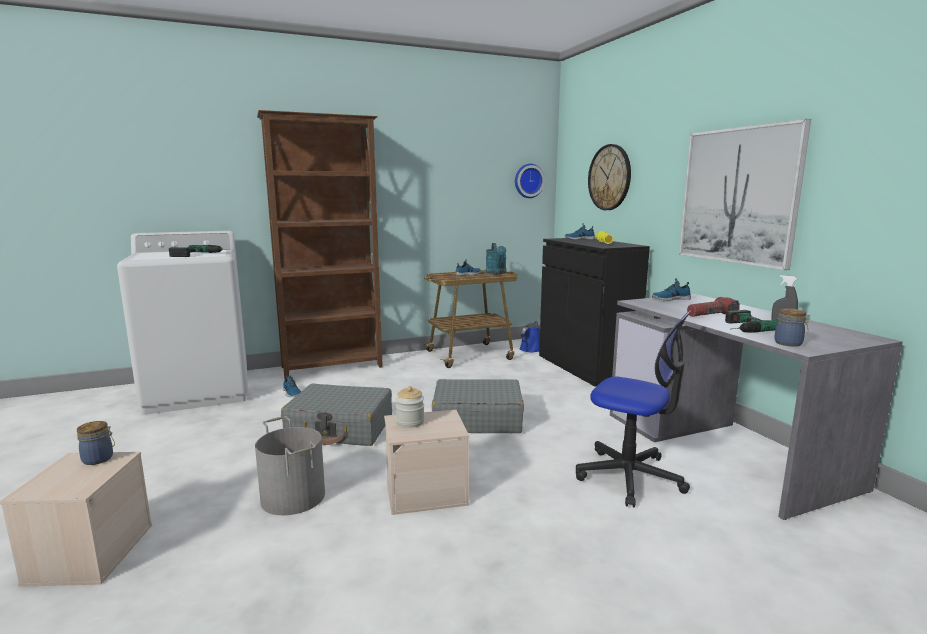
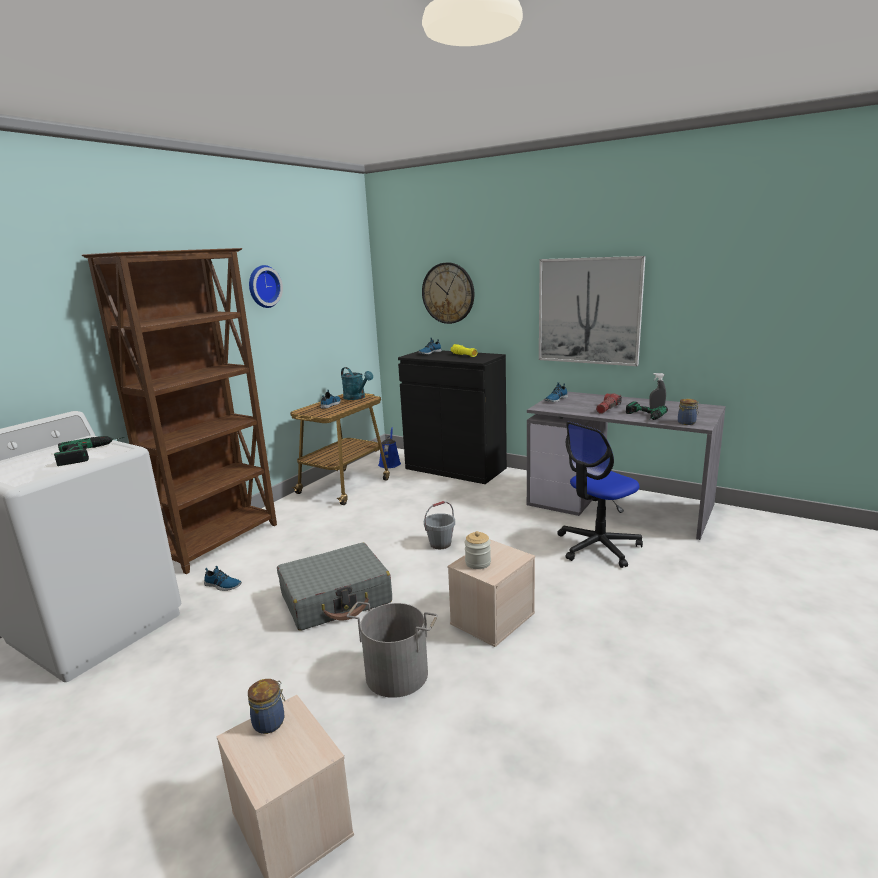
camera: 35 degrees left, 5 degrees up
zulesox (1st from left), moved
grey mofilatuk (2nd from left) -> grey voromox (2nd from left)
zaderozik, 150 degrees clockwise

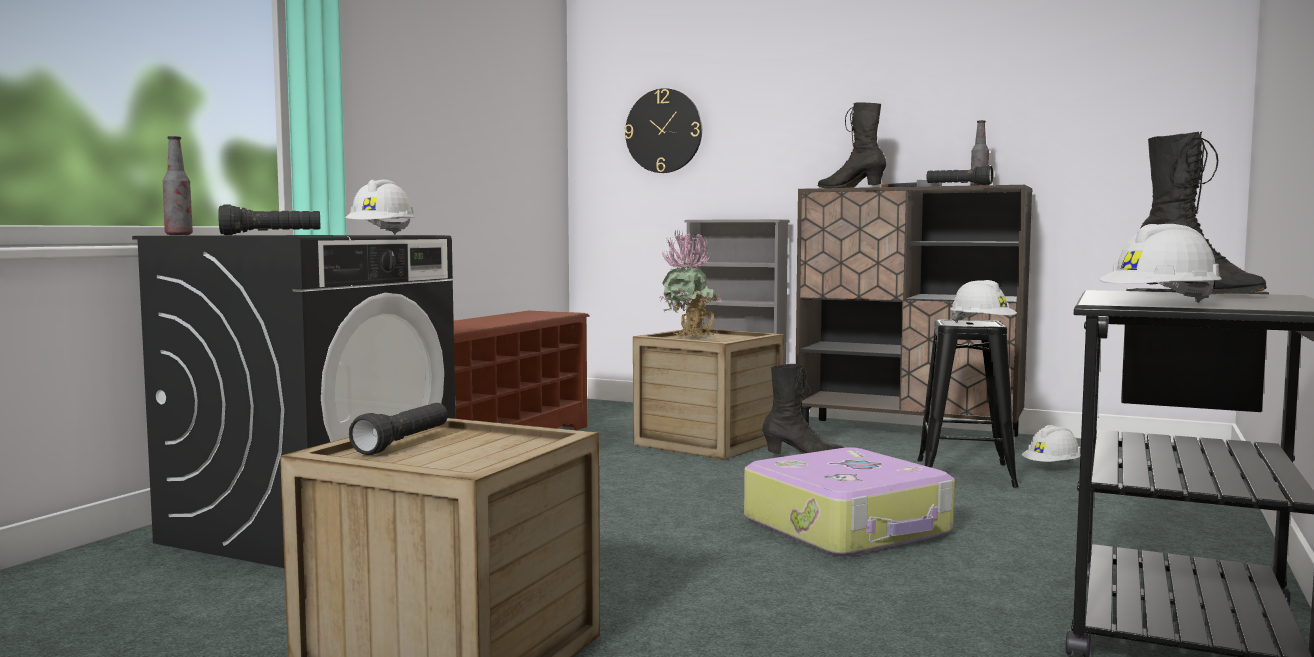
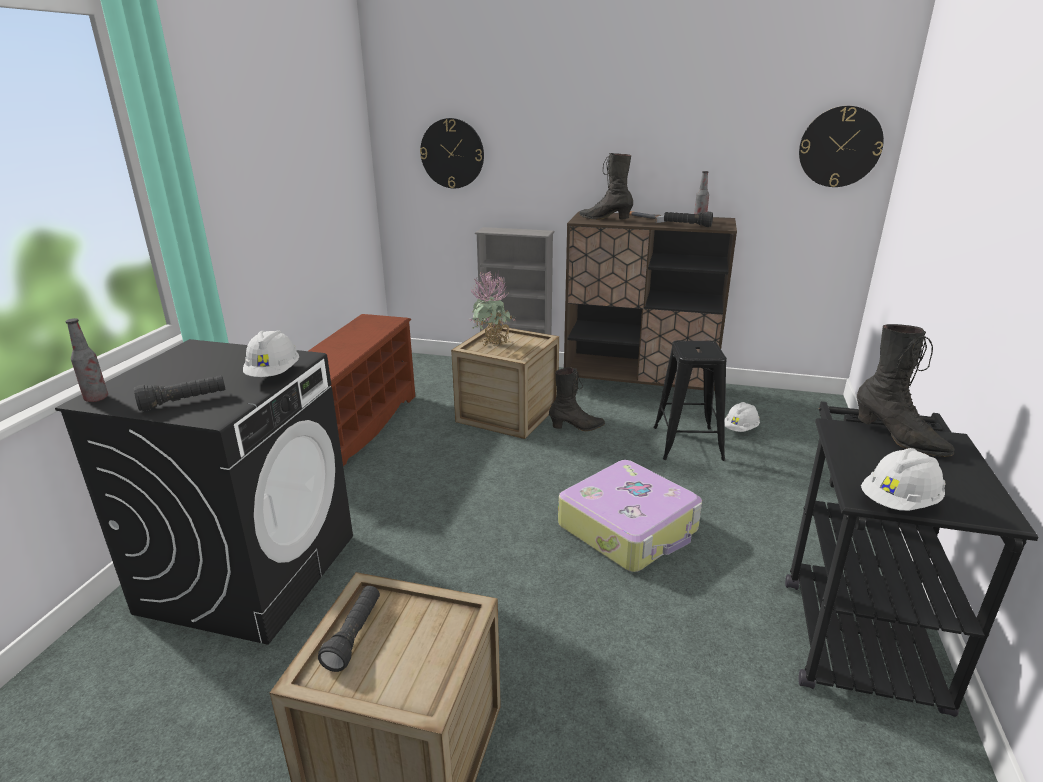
camera: 10 degrees left, 20 degrees up
none -> zulesox (2nd from left)
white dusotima (2nd from left) -> none

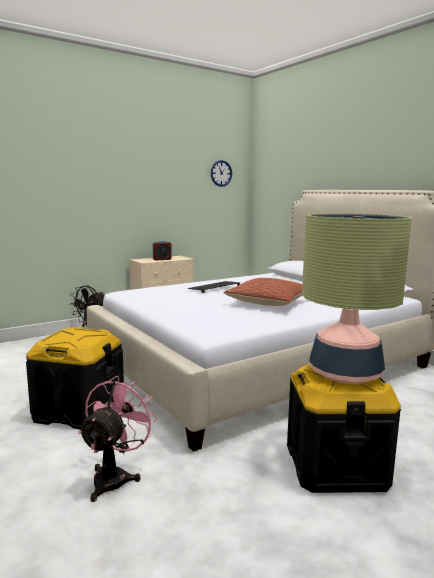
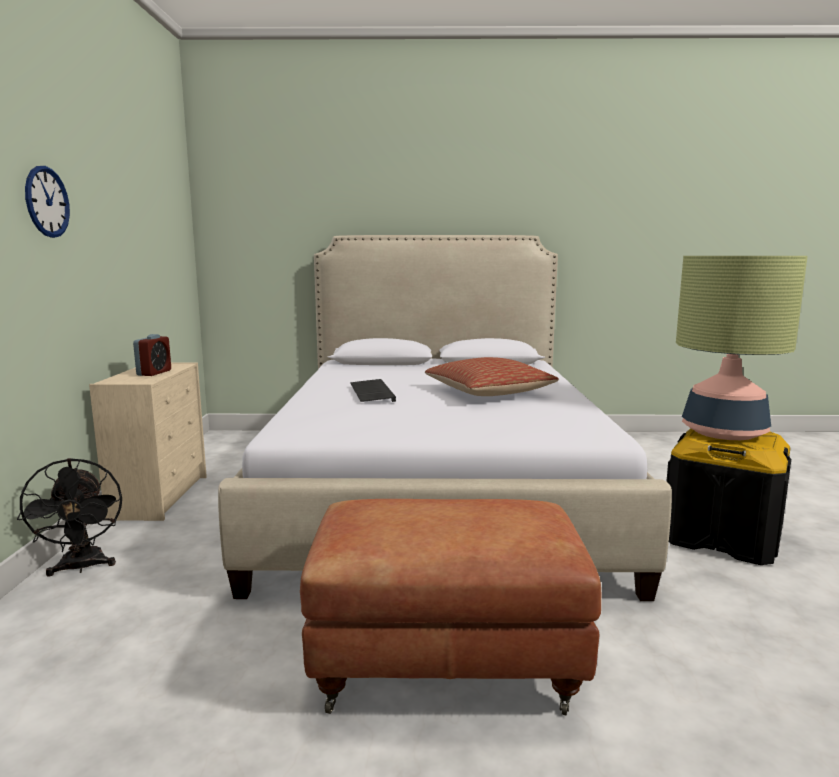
camera: 55 degrees left, 0 degrees up
zulesox, moved
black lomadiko (1st from left) -> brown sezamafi
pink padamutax -> none

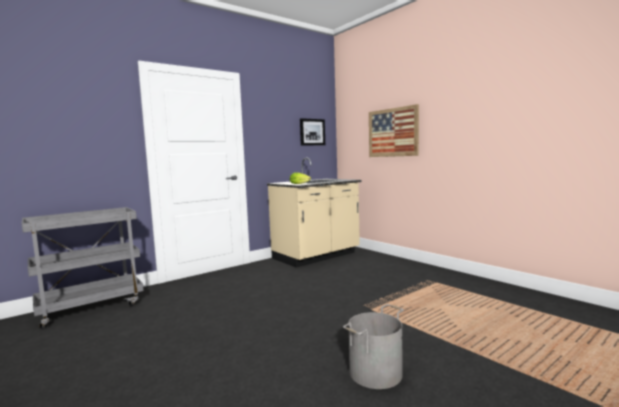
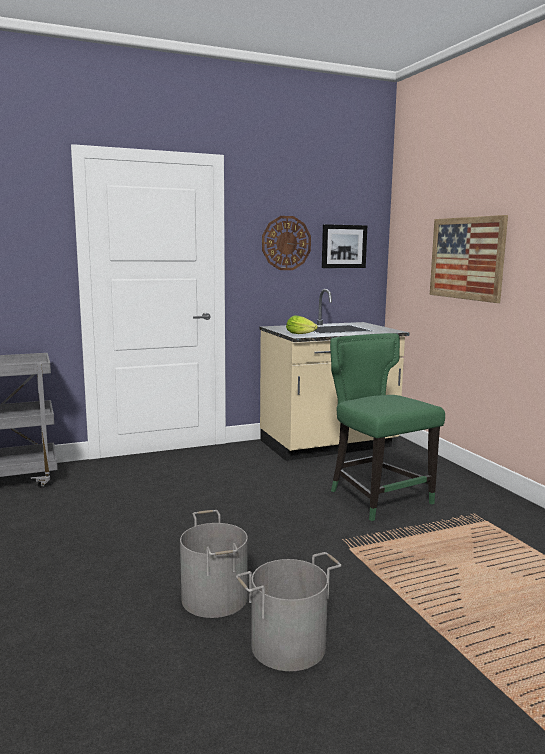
camera: 15 degrees right, 5 degrees up
none -> grey voromox (1st from left)
none -> zulesox
none -> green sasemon

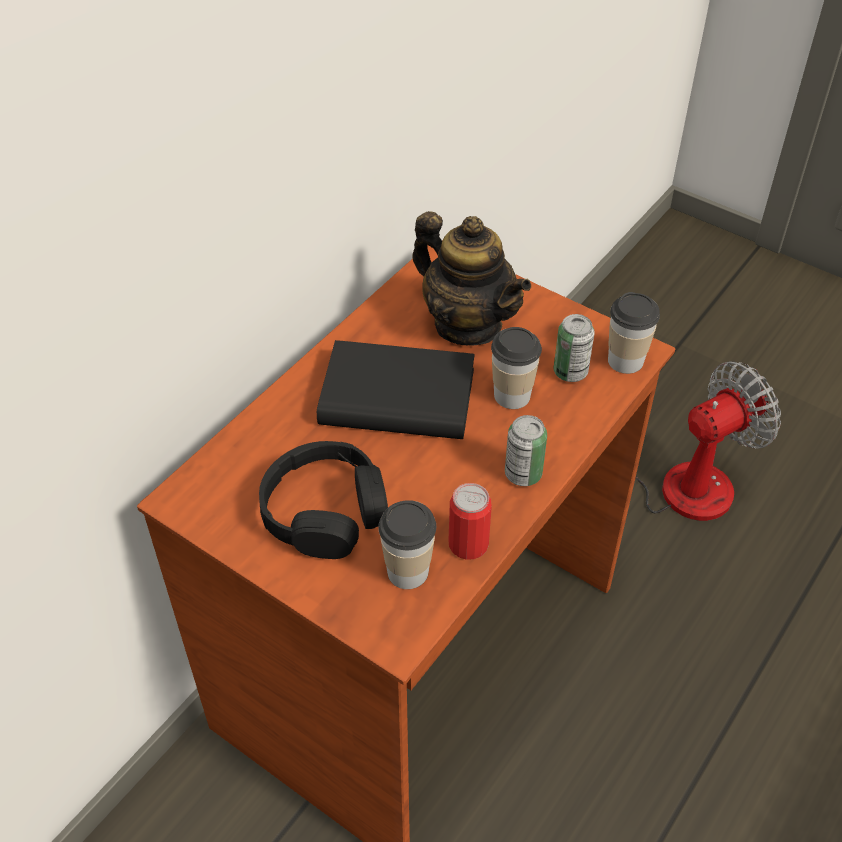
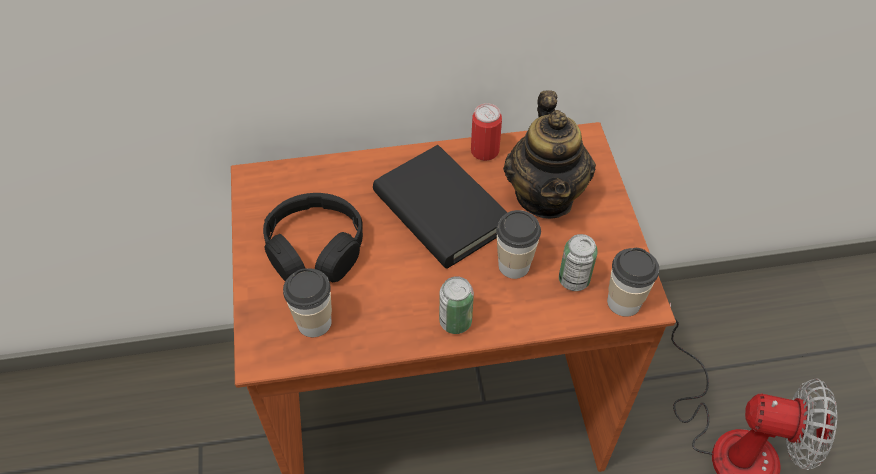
camera: 45 degrees right, 5 degrees up
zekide (1st from left in the first image) -> zekide (2nd from left), moved

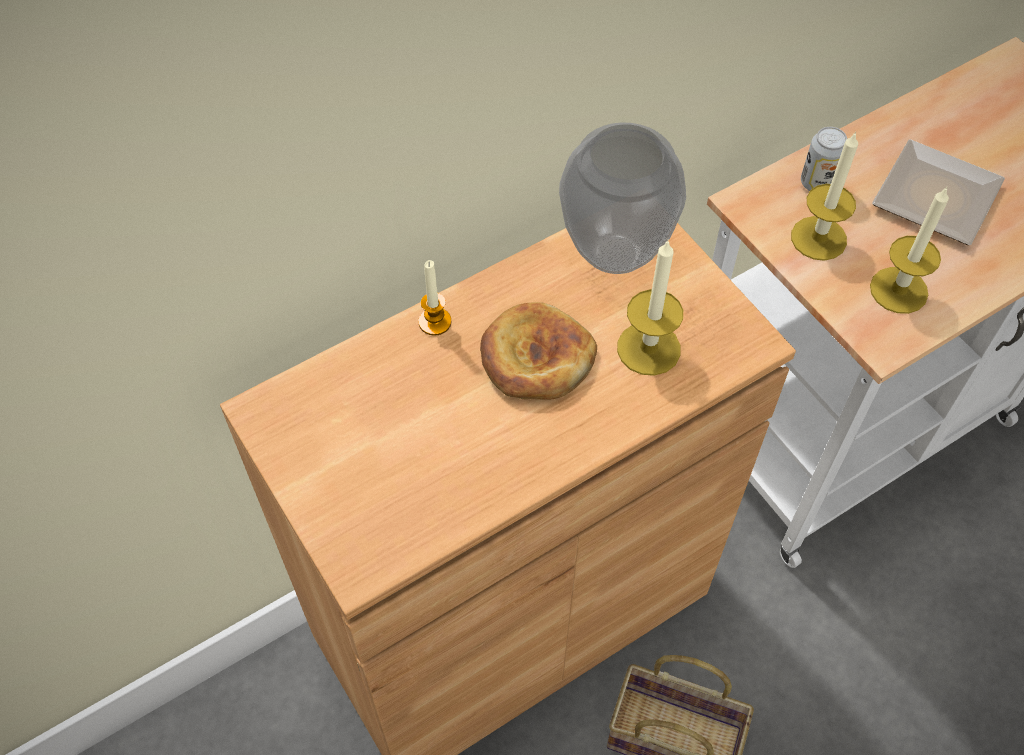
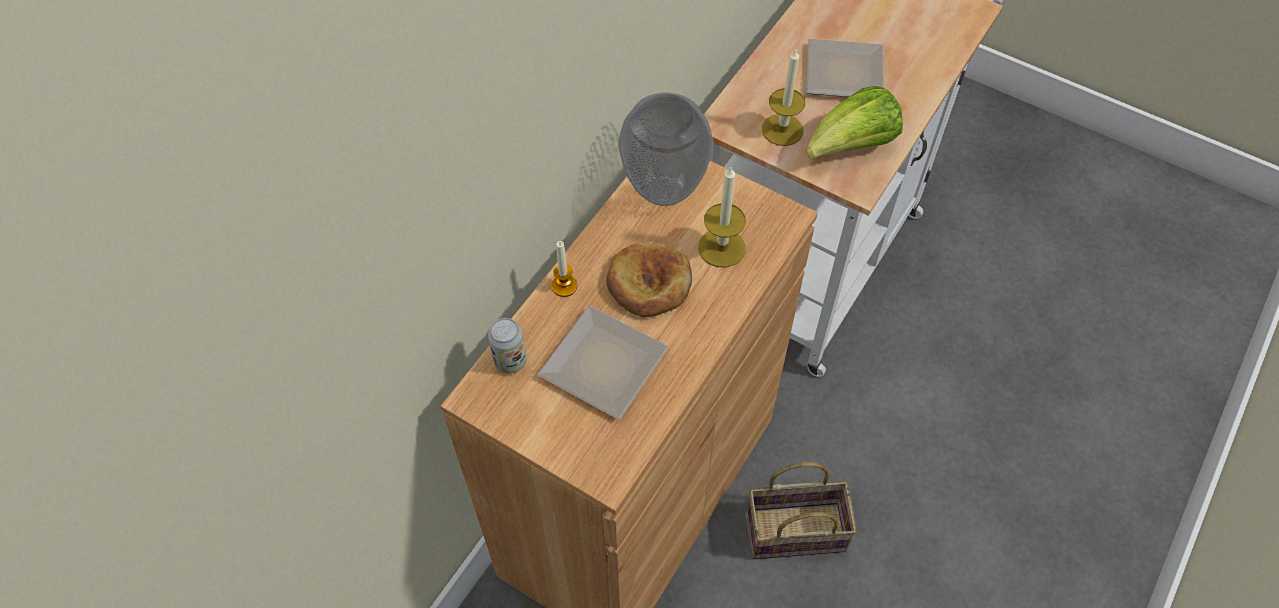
camera: 25 degrees left, 0 degrees up
zekide, moved
none -> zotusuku (1st from left)
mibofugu (4th from left) -> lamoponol

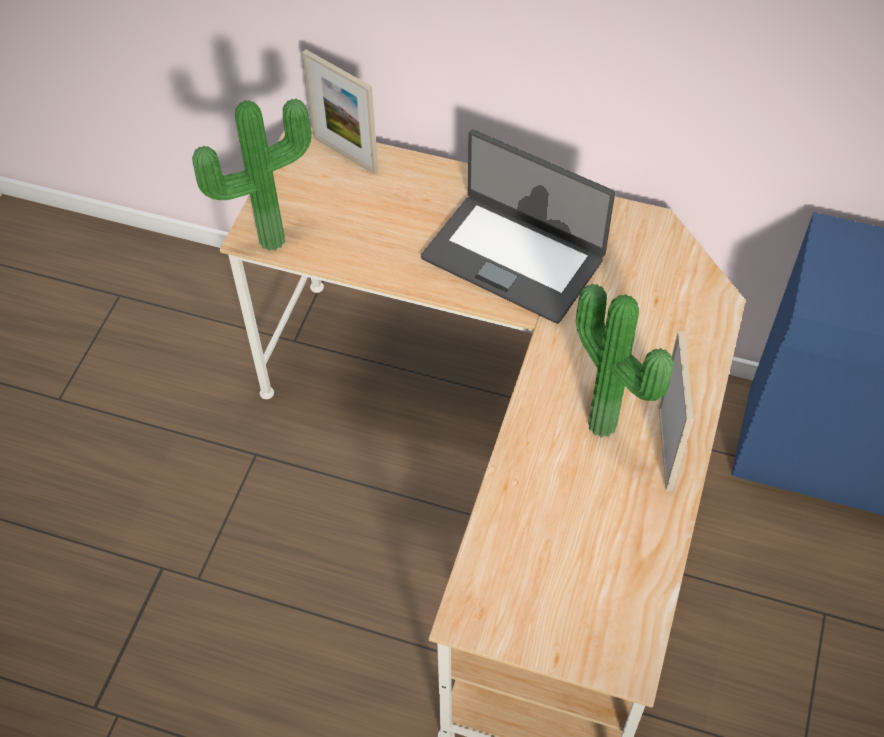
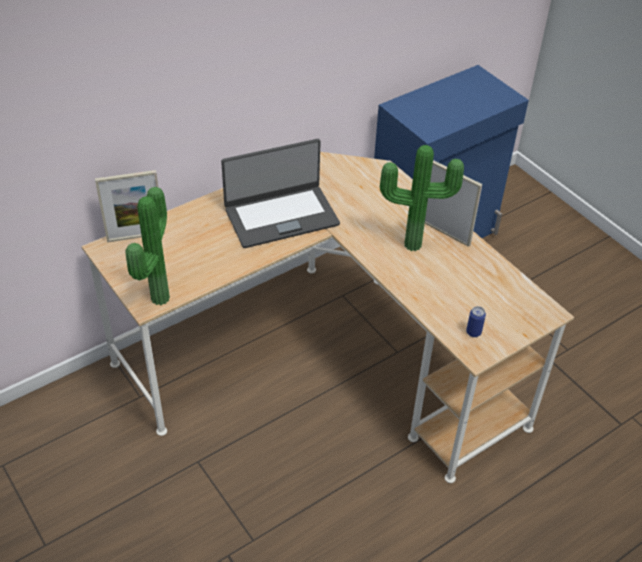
camera: 55 degrees left, 10 degrees down
none -> zekide

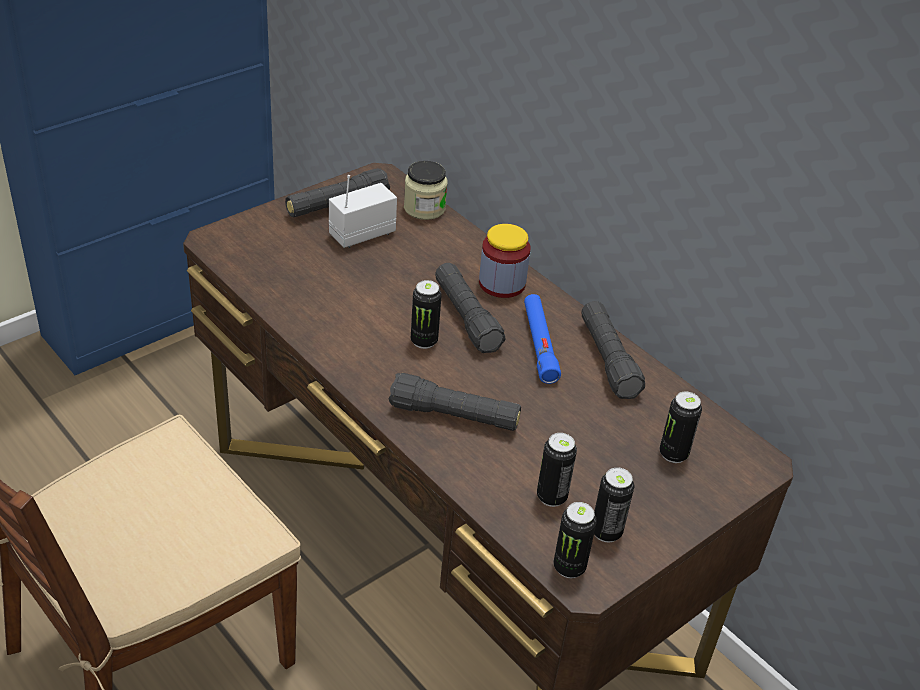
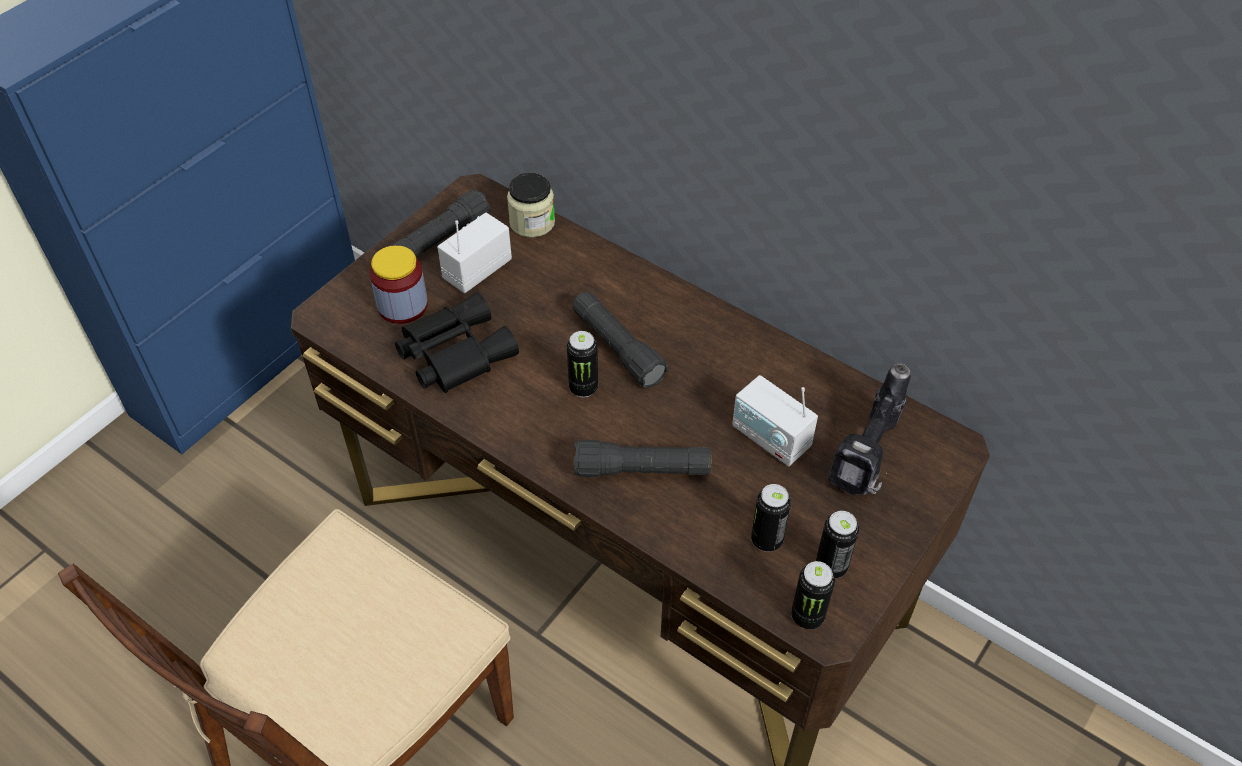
camera: 10 degrees left, 10 degrees up
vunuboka (2nd from left in the first image) -> vunuboka (1st from left), moved
none -> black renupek
none -> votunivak (2nd from left)
zekide (5th from left) -> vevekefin
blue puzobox -> none
black puzobox (4th from left) -> none

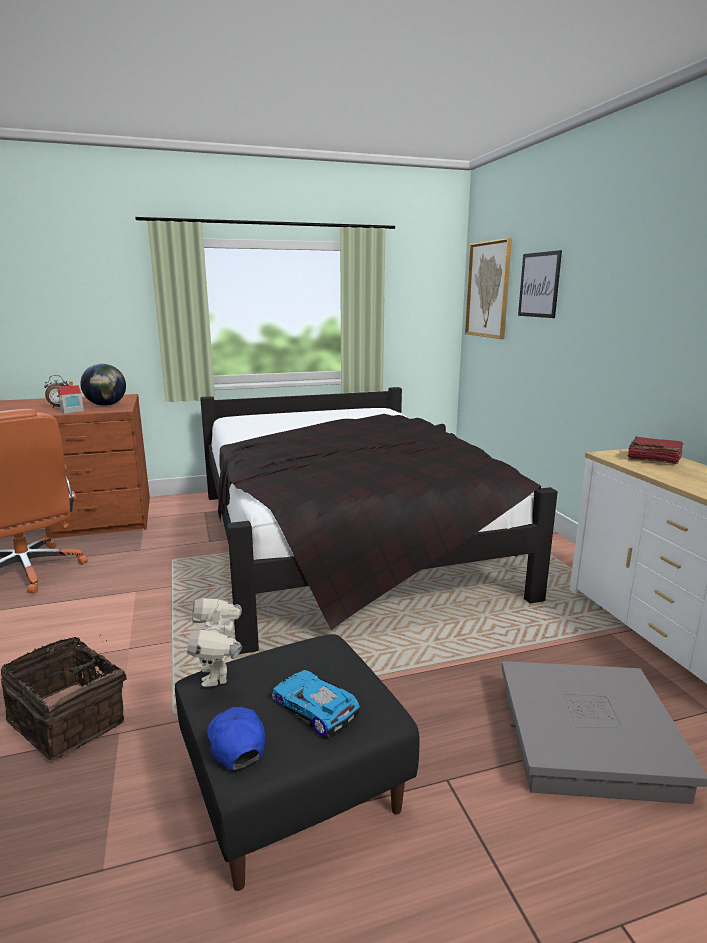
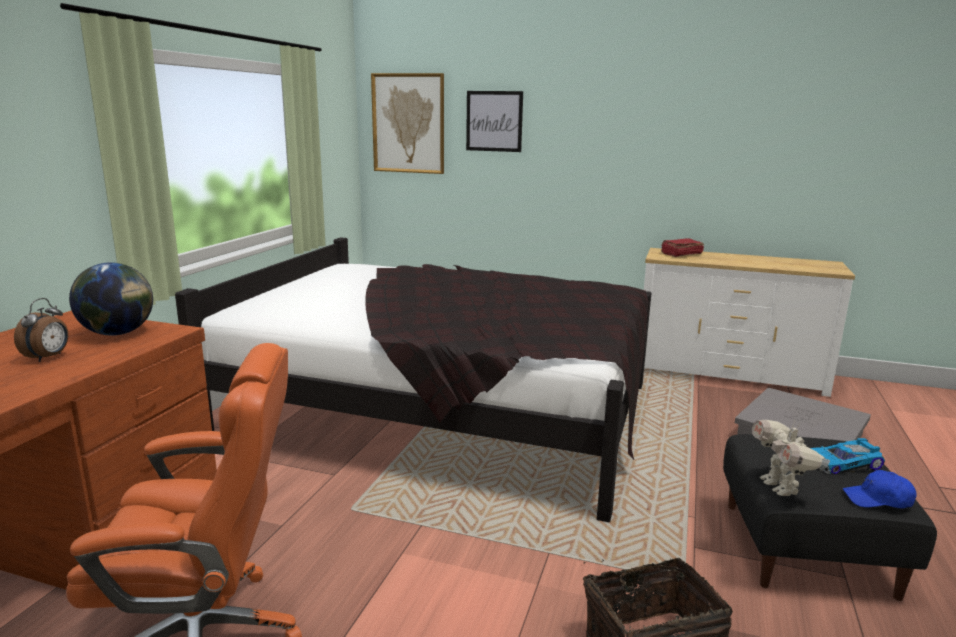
camera: 55 degrees left, 0 degrees up
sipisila, 60 degrees clockwise
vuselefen -> none

